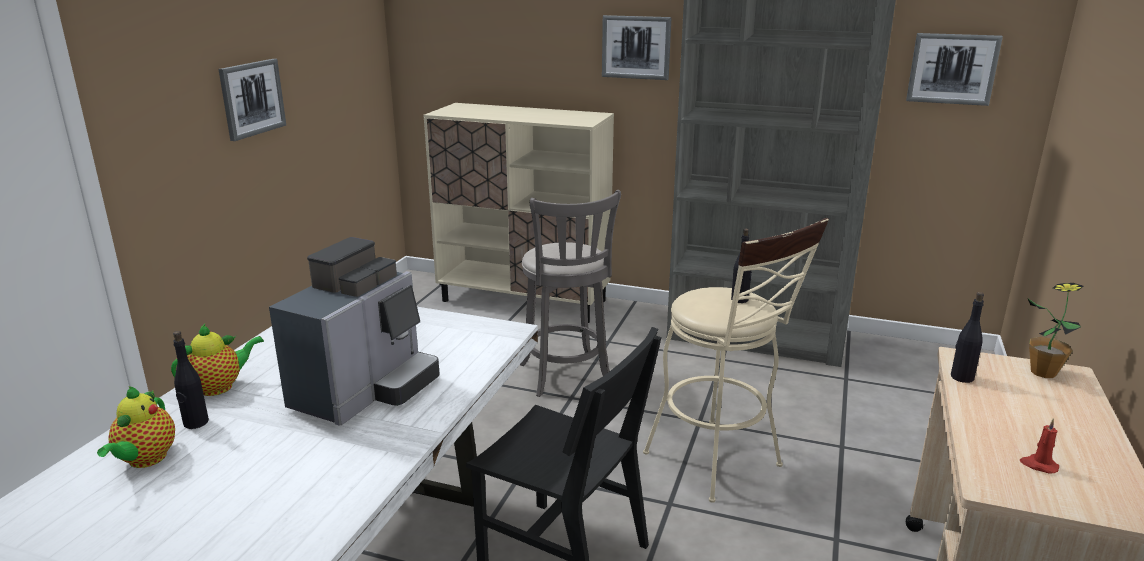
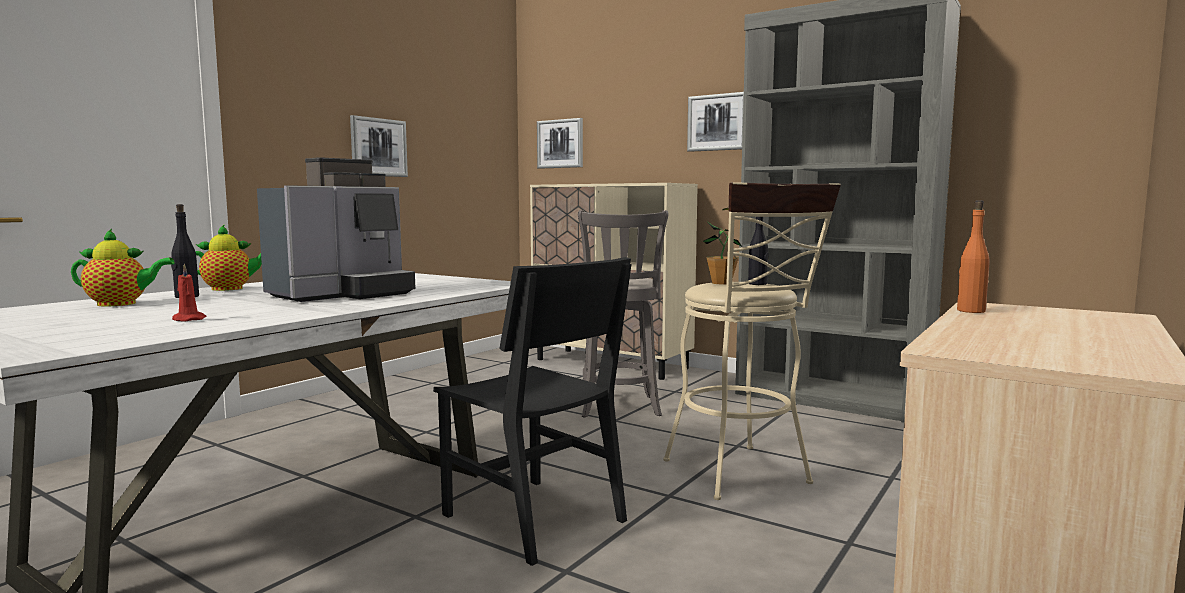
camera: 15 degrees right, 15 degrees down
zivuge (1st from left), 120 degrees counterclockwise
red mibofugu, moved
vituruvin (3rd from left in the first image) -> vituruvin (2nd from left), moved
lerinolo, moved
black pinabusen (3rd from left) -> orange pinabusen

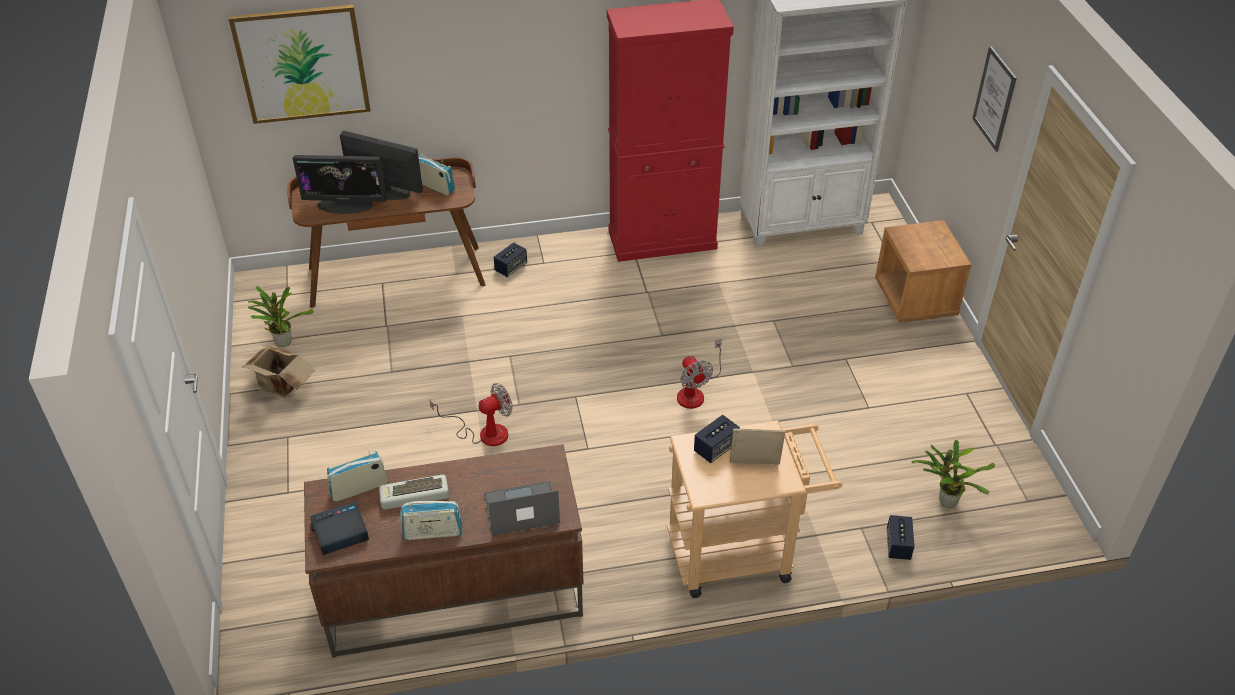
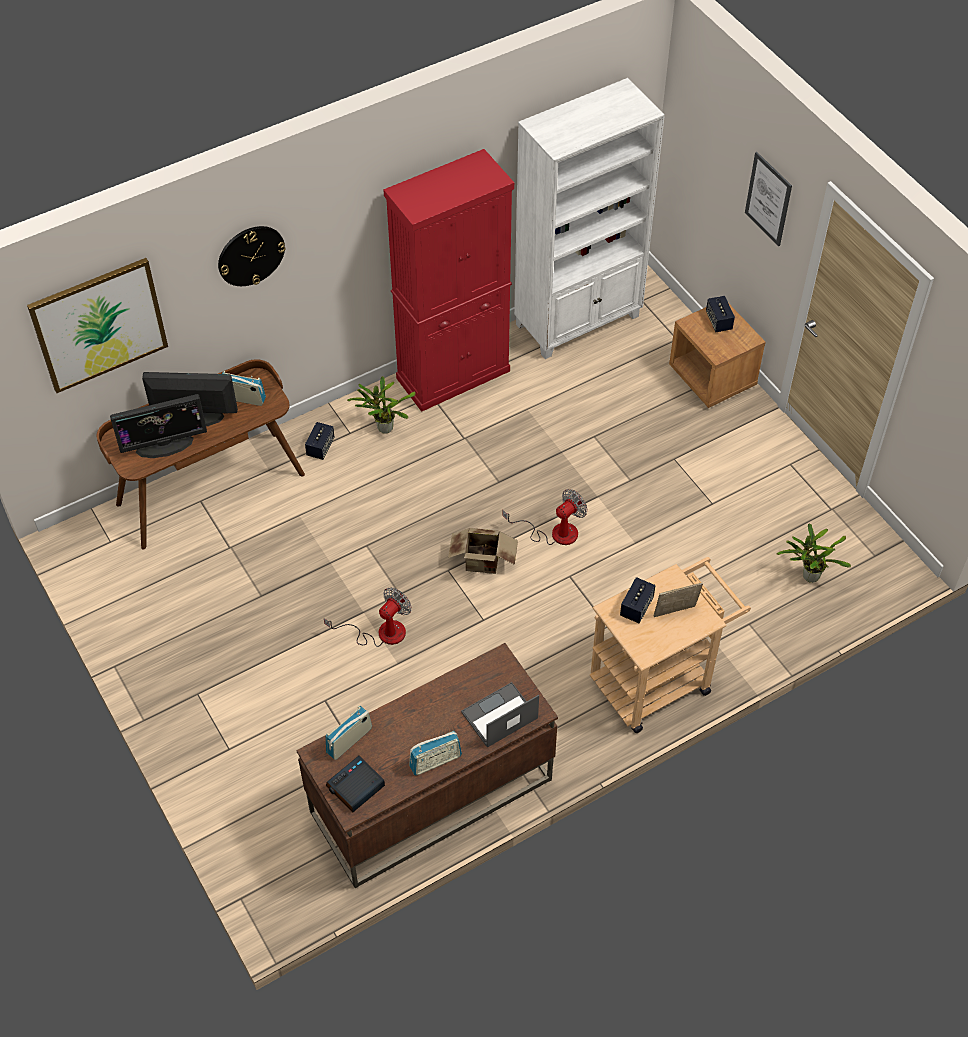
camera: 20 degrees left, 10 degrees up
none -> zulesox
lerinolo (1st from left), moved
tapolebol, moved
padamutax (2nd from left), 90 degrees counterclockwise
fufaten (3rd from left), moved
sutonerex -> none

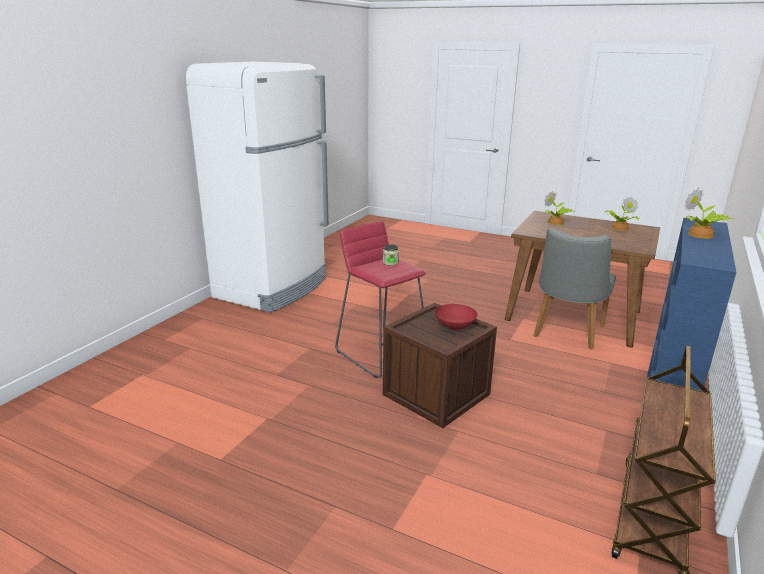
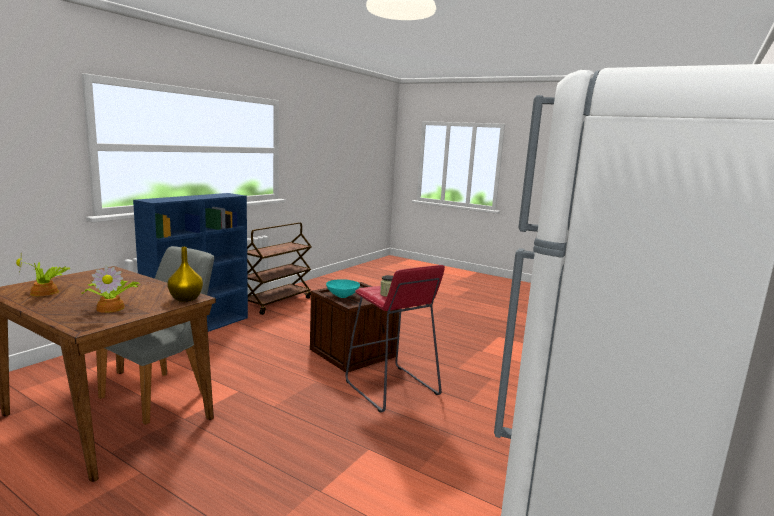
camera: 175 degrees left, 10 degrees down
none -> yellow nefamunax
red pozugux -> turquoise pozugux
lerinolo (3rd from left) -> none

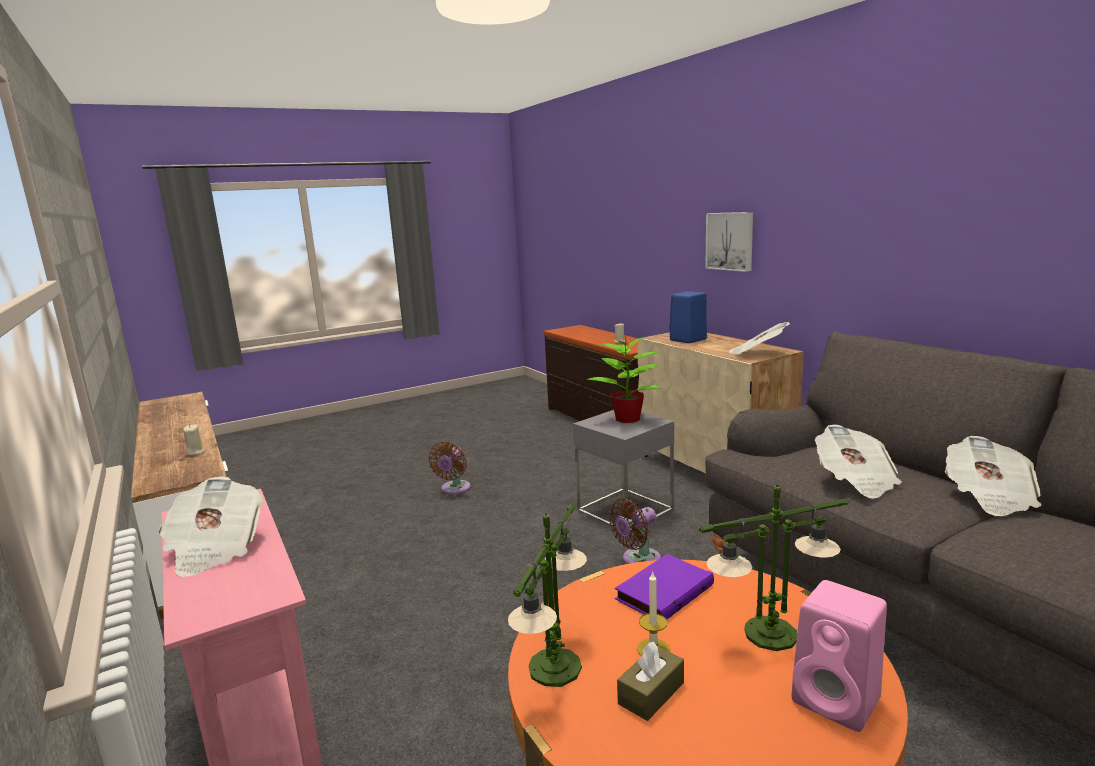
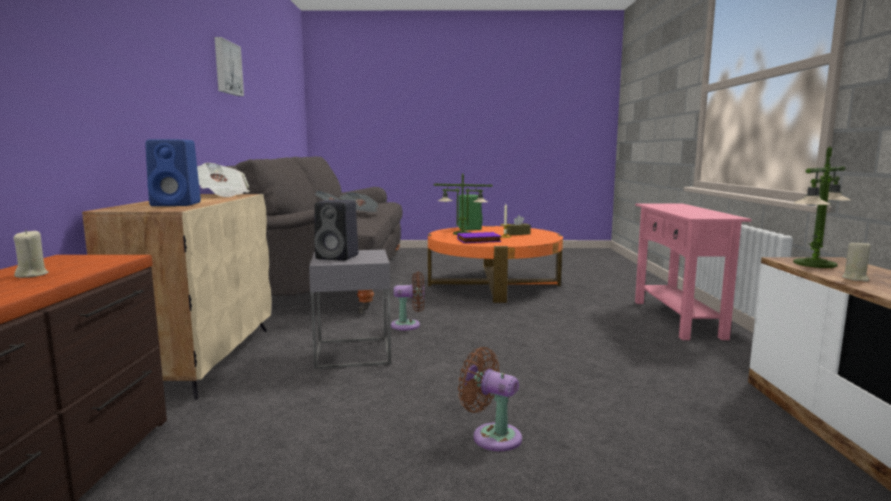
camera: 150 degrees left, 5 degrees down
vituruvin, moved
lerinolo -> black fufaten
pink fufaten -> green fufaten
brown padamutax (1st from left in the first image) -> brown padamutax (2nd from left), 105 degrees counterclockwise
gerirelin (1st from left in the first image) -> gerirelin (2nd from left), moved
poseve (1st from left) -> none

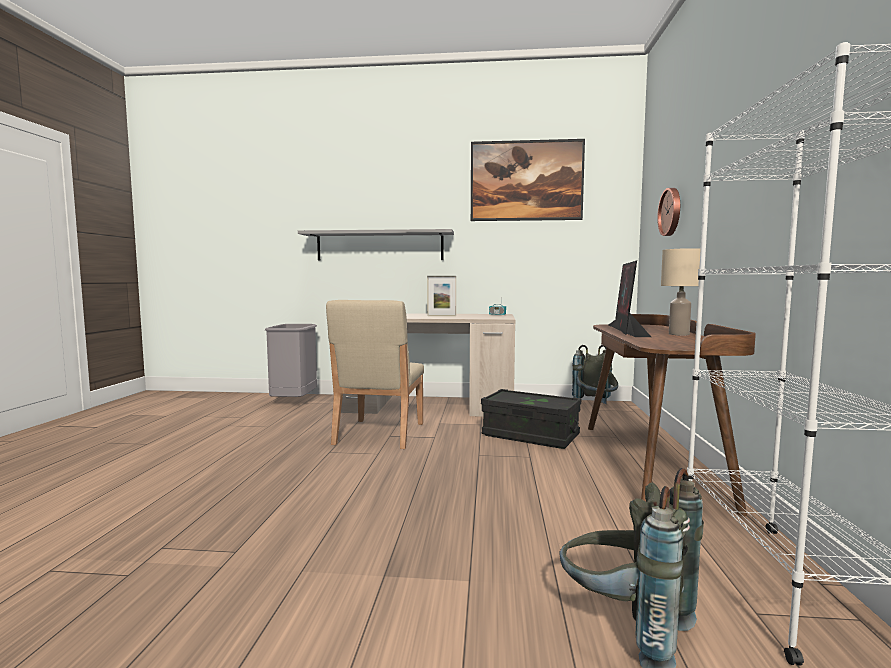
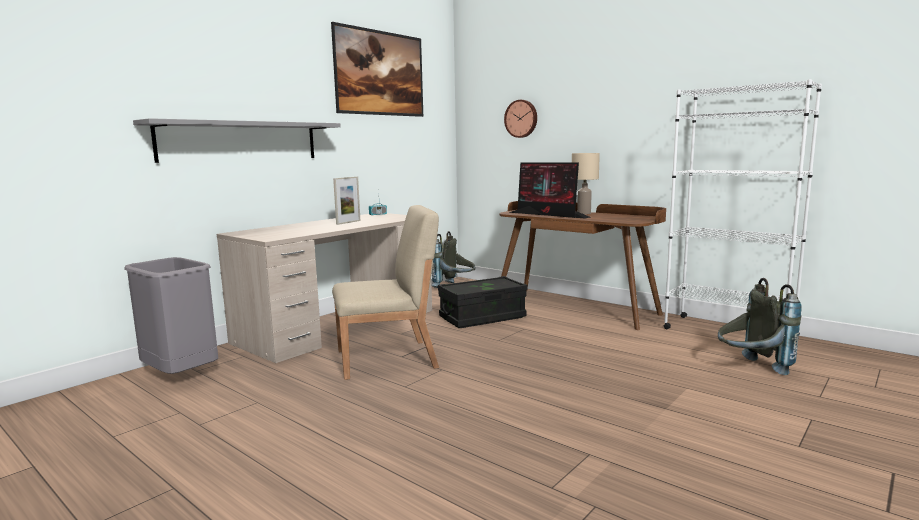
camera: 55 degrees left, 5 degrees up
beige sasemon, 60 degrees counterclockwise

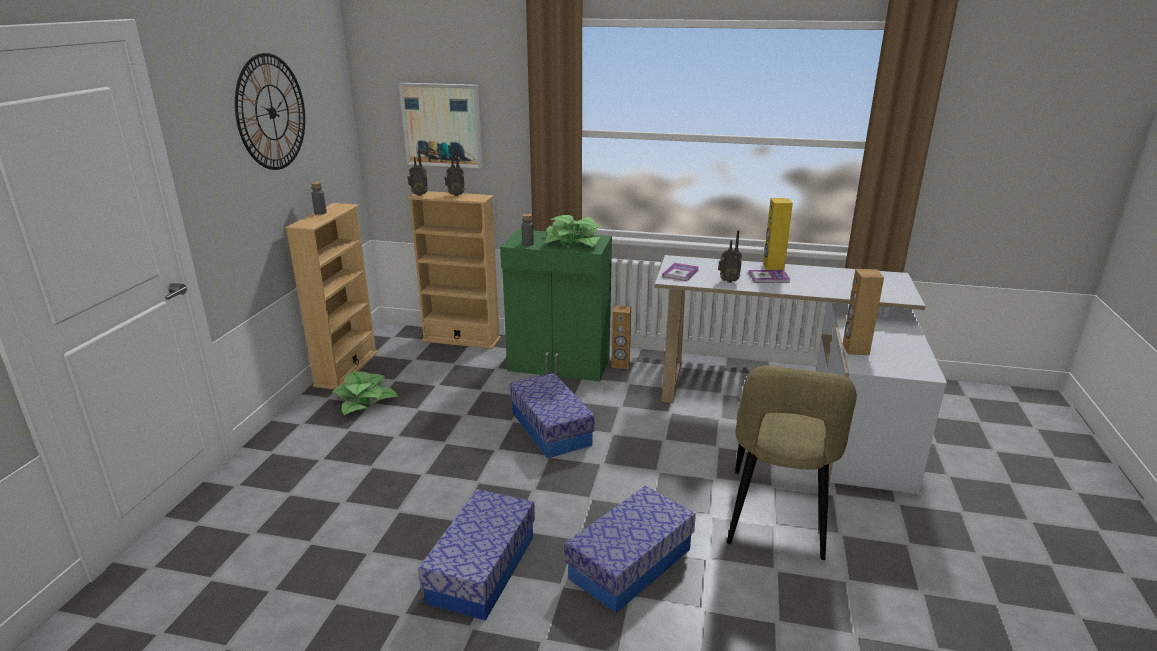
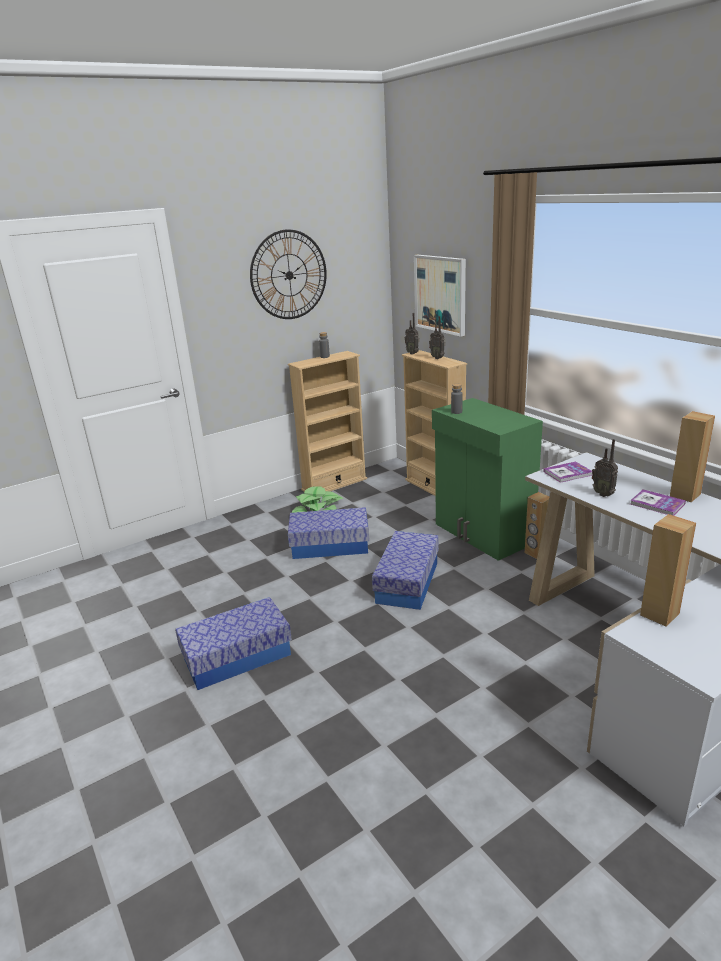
camera: 45 degrees right, 0 degrees up
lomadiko (3rd from left in the first image) -> lomadiko (2nd from left), moved
yellow fufaten -> brown fufaten (3rd from left)
lerinolo (2nd from left) -> none
beige sasemon -> none

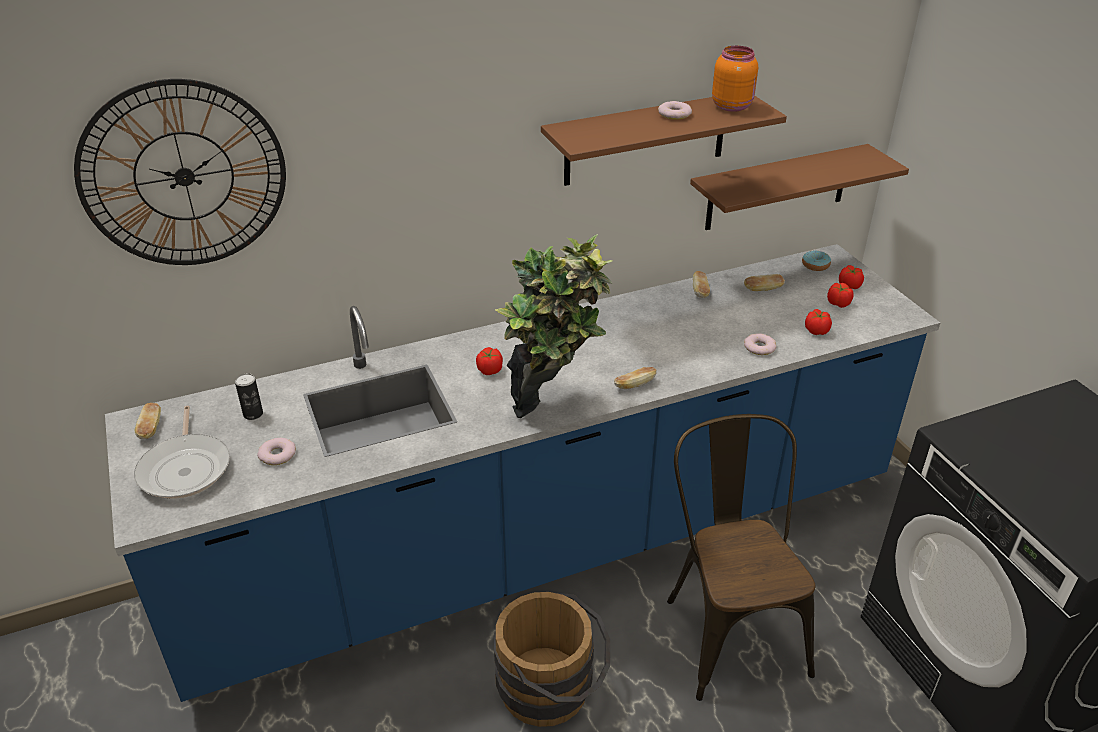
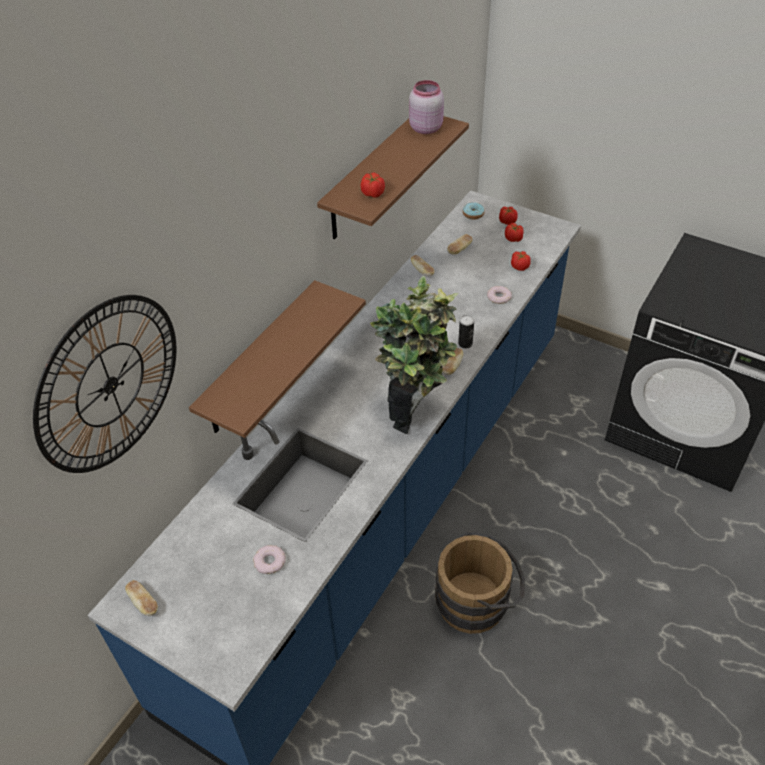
camera: 35 degrees left, 10 degrees up
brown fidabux (2nd from left in the first image) -> brown fidabux (1st from left), moved
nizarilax (1st from left), moved
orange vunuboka -> pink vunuboka
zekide, moved
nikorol -> none
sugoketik (2nd from left) -> none
brown sasemon -> none

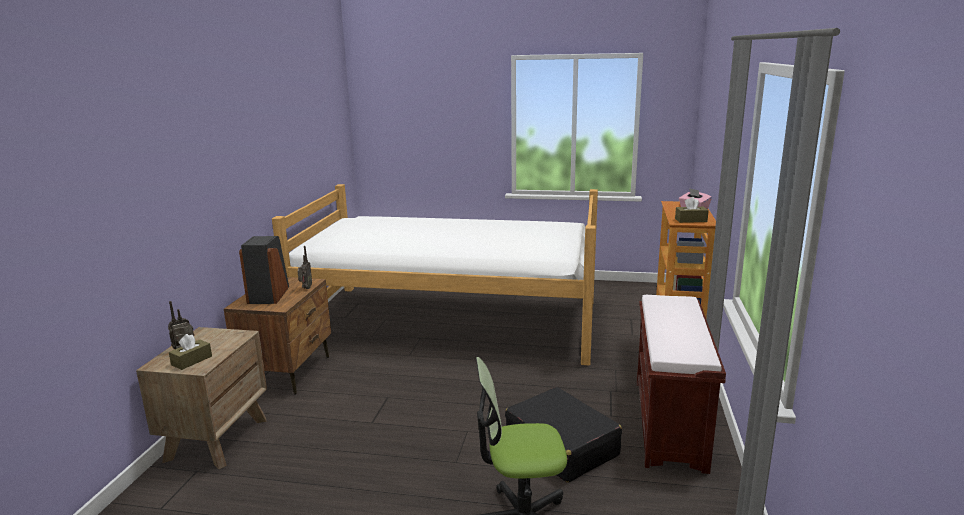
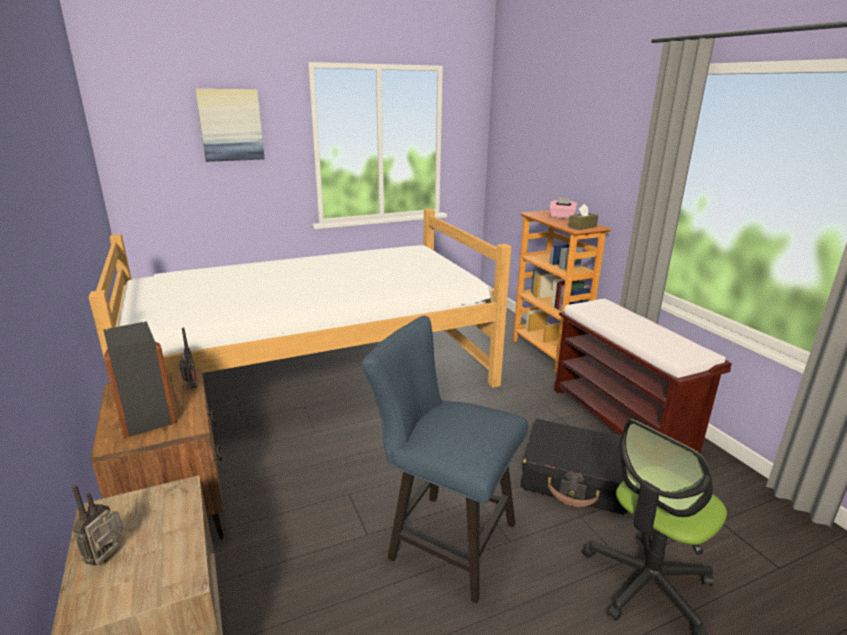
camera: 35 degrees left, 5 degrees up
none -> vituruvin
none -> blue sasemon
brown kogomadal (1st from left) -> none

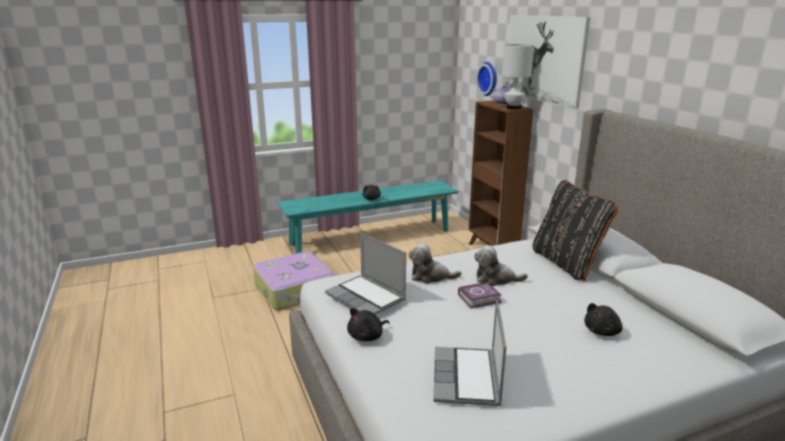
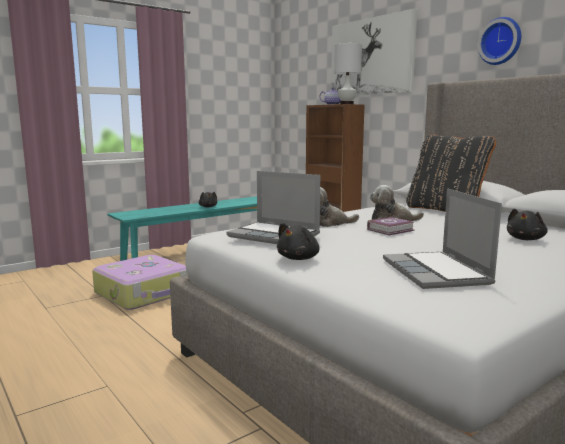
camera: 15 degrees left, 10 degrees down
zulesox, moved

